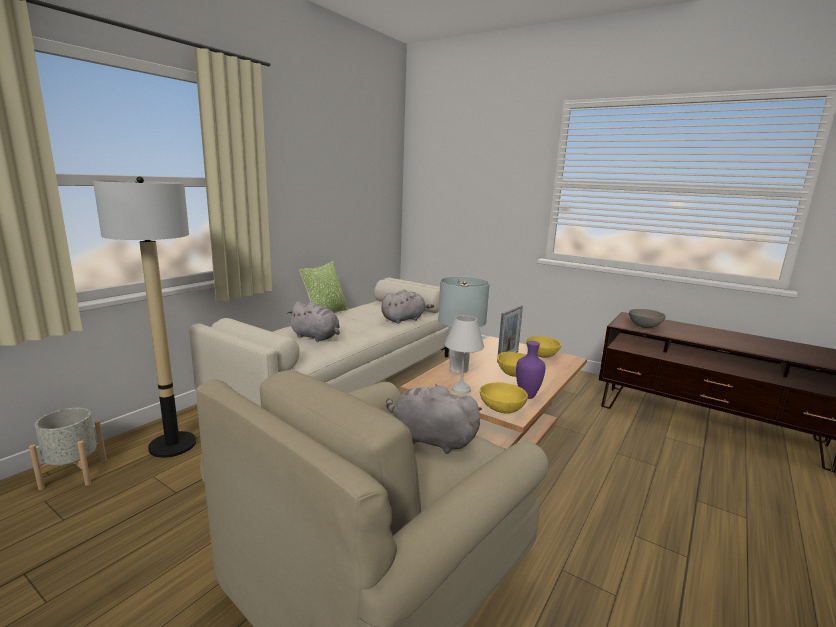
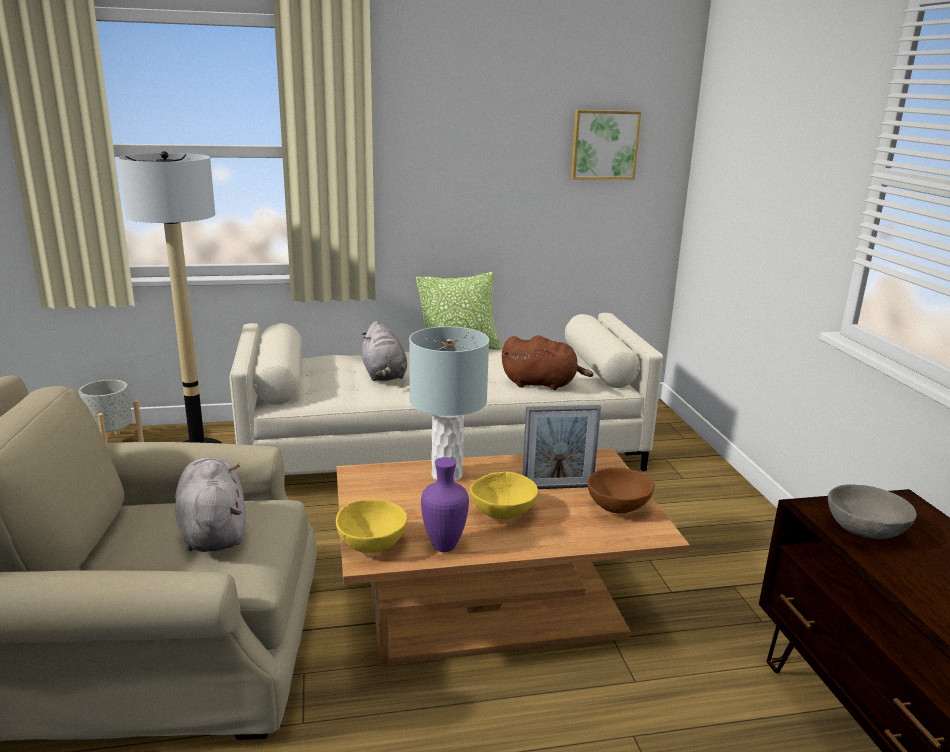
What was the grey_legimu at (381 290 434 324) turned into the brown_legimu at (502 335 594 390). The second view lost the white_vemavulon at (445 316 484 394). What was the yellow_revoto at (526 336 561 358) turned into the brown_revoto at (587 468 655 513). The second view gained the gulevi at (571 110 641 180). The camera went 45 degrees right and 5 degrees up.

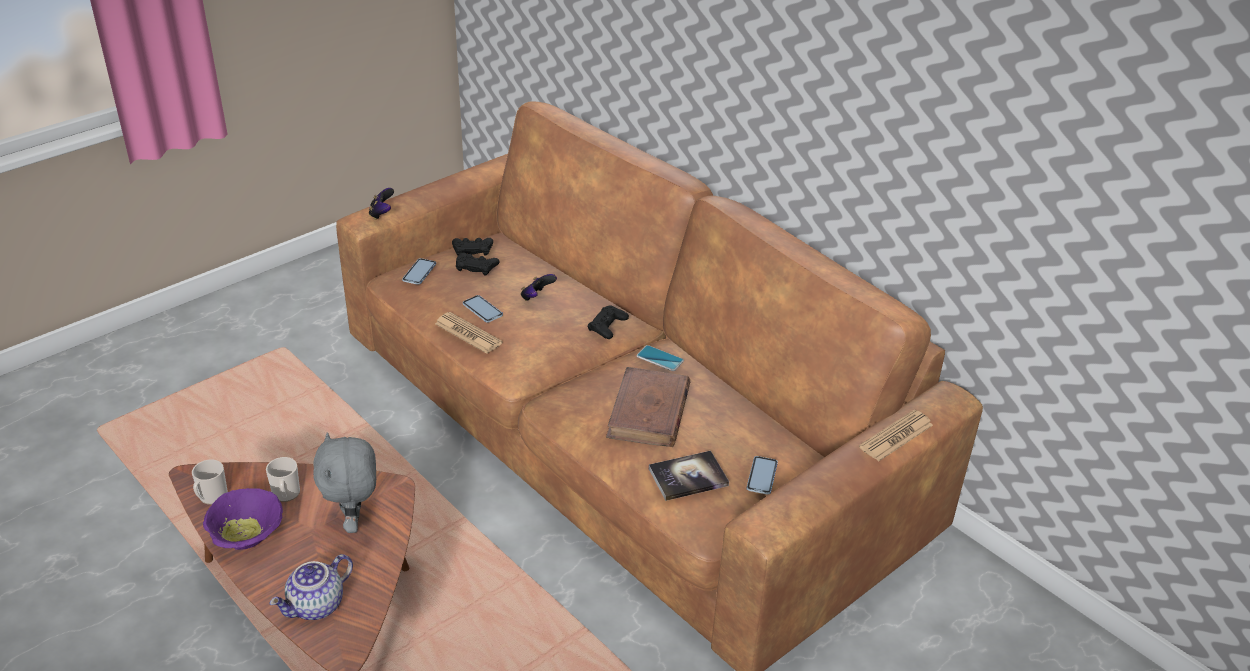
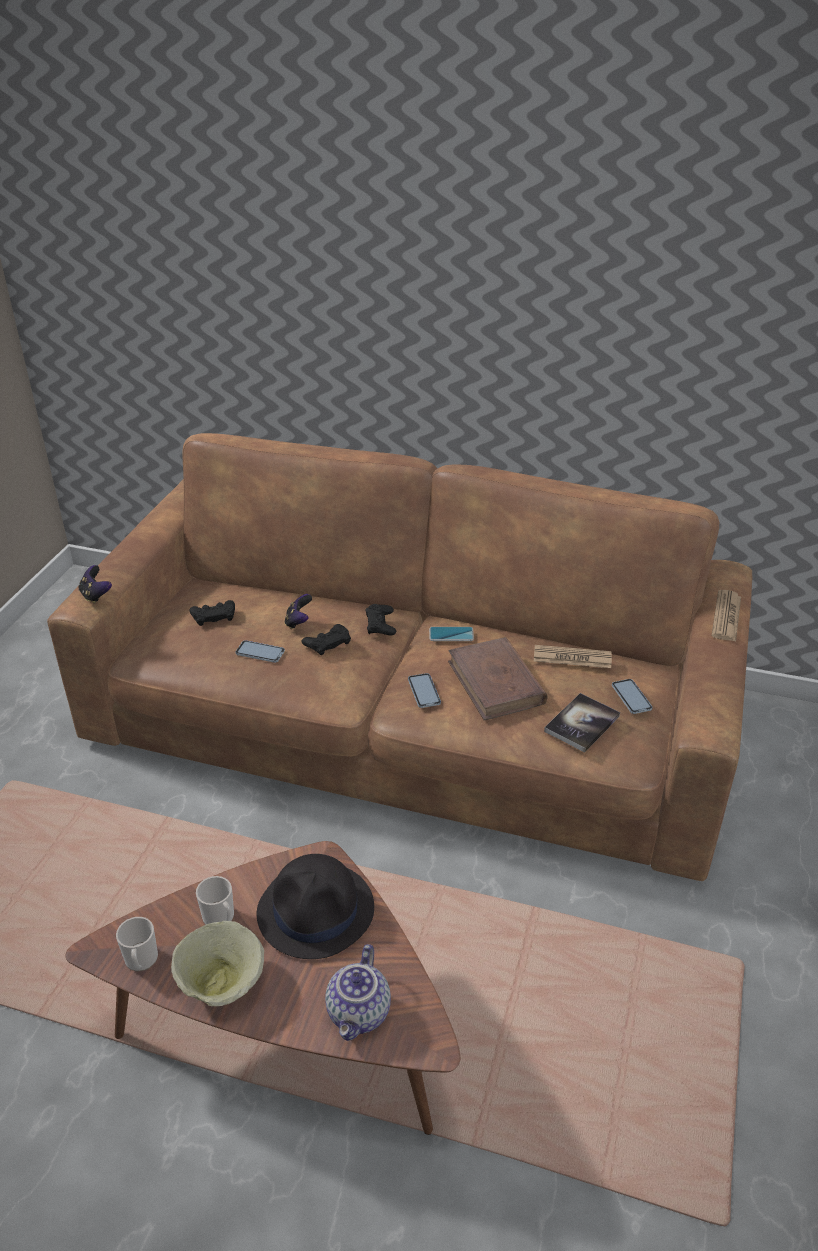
What was the purple_revoto at (203 488 283 550) turned into the beige_revoto at (171 921 264 1006). Where the grey_legimu stood at (313 432 376 533), the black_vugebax came to stand at (257 854 374 959). The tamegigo ended up elsewhere, having gone from (402 258 436 285) to (408 673 441 708). The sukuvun ended up elsewhere, having gone from (435 312 503 354) to (534 645 612 668). The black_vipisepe ended up elsewhere, having gone from (452 238 493 256) to (302 624 351 655). The camera went 30 degrees left and 0 degrees up.

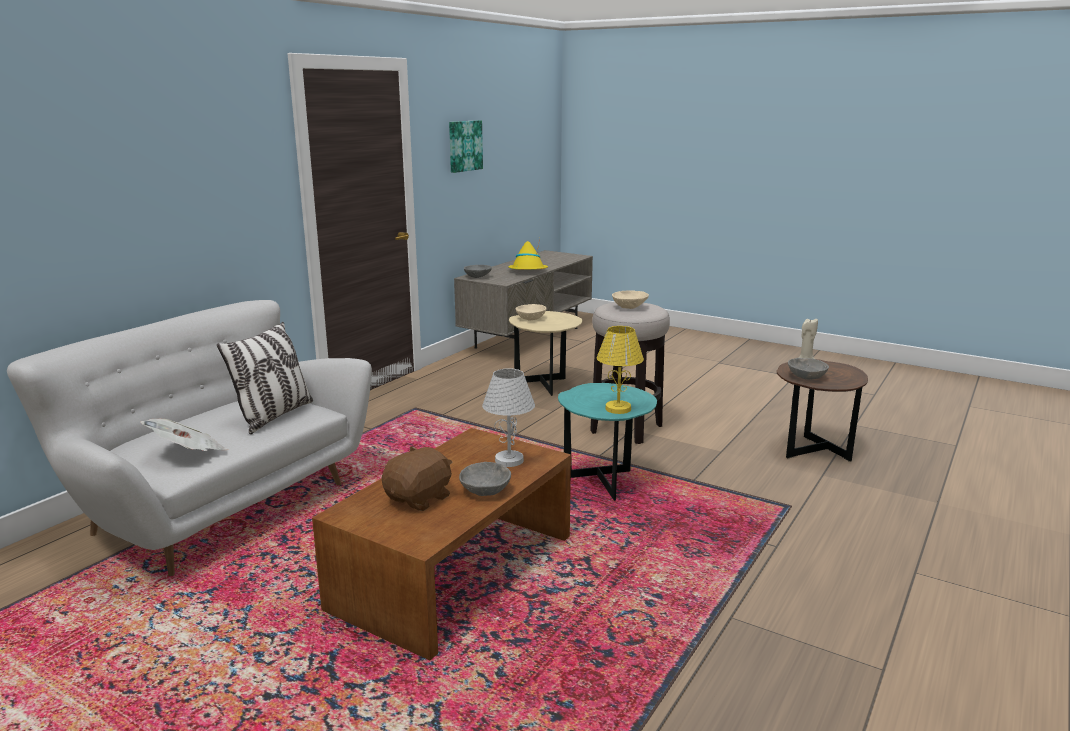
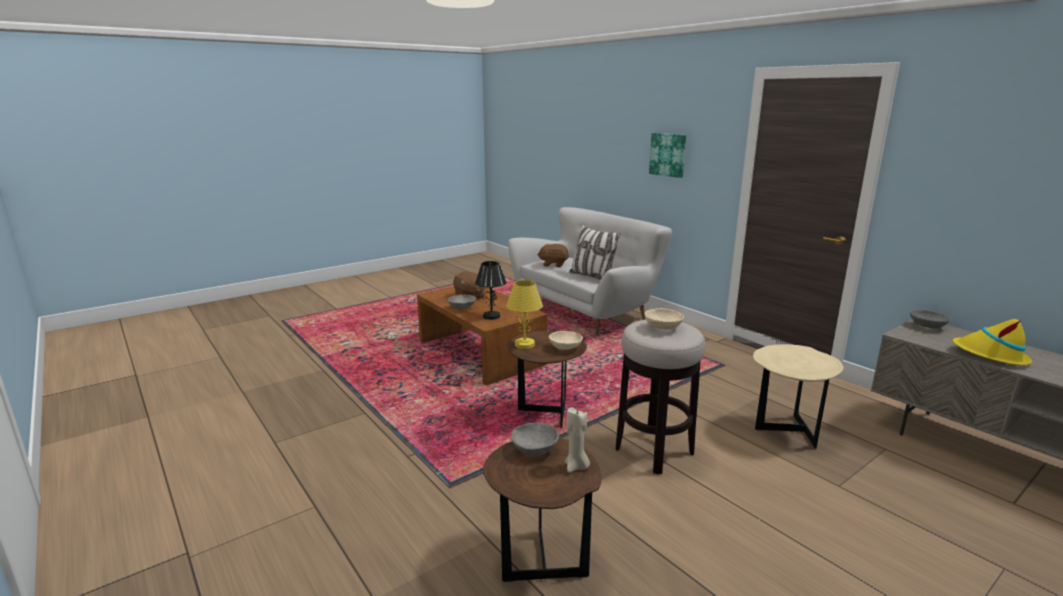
Where the sukuvun stood at (140 419 228 451), the brown_legimu came to stand at (537 244 569 267). The gulevi ended up elsewhere, having gone from (449 120 483 173) to (649 133 686 178). What was the white_vemavulon at (482 368 535 467) turned into the black_vemavulon at (475 261 507 320). The beige_revoto ended up elsewhere, having gone from (516 304 547 321) to (549 331 583 350). What was the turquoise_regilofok at (558 383 657 501) turned into the brown_regilofok at (507 331 587 428). The camera went 110 degrees right and 0 degrees up.

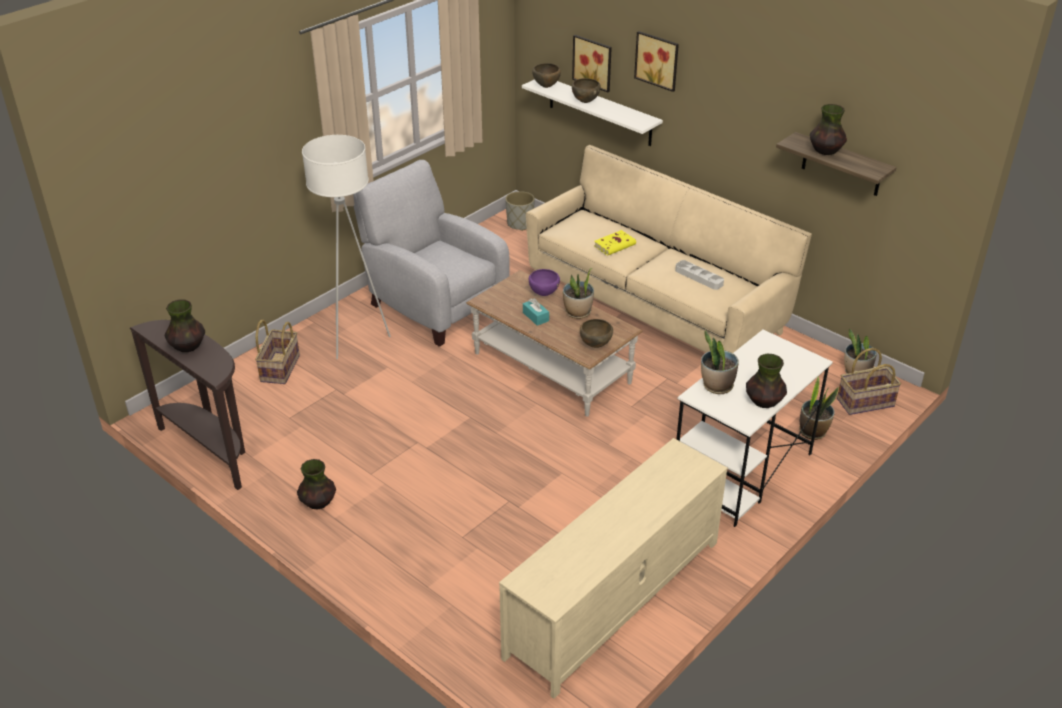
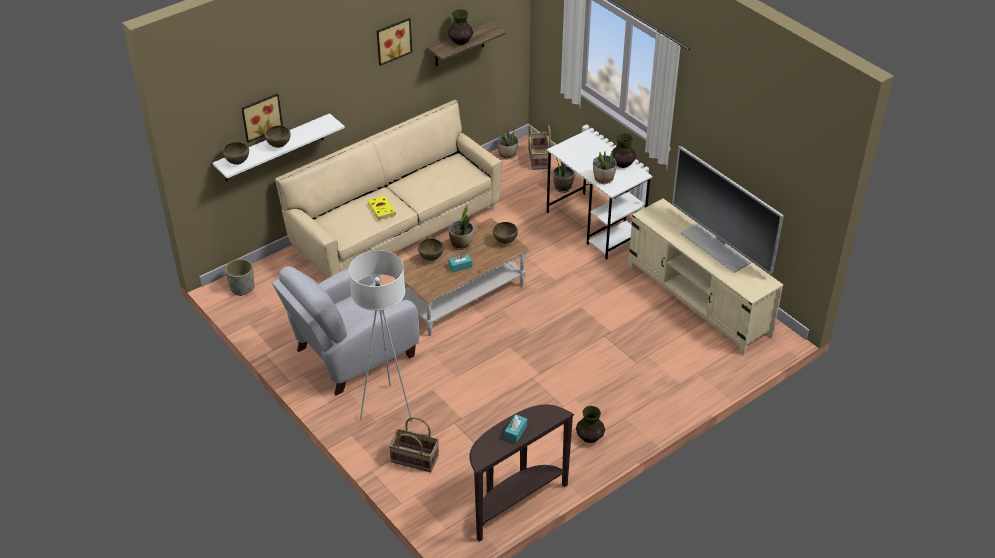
Where the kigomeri stood at (165 300 205 352), the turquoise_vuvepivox came to stand at (504 414 527 443). What was the purple_revoto at (529 269 560 296) turned into the brown_revoto at (418 238 443 261). The gulevi ended up elsewhere, having gone from (634 31 679 92) to (377 18 412 66). The second view lost the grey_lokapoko at (675 260 724 290). The second view gained the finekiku at (672 146 784 275). The camera went 80 degrees left and 5 degrees up.

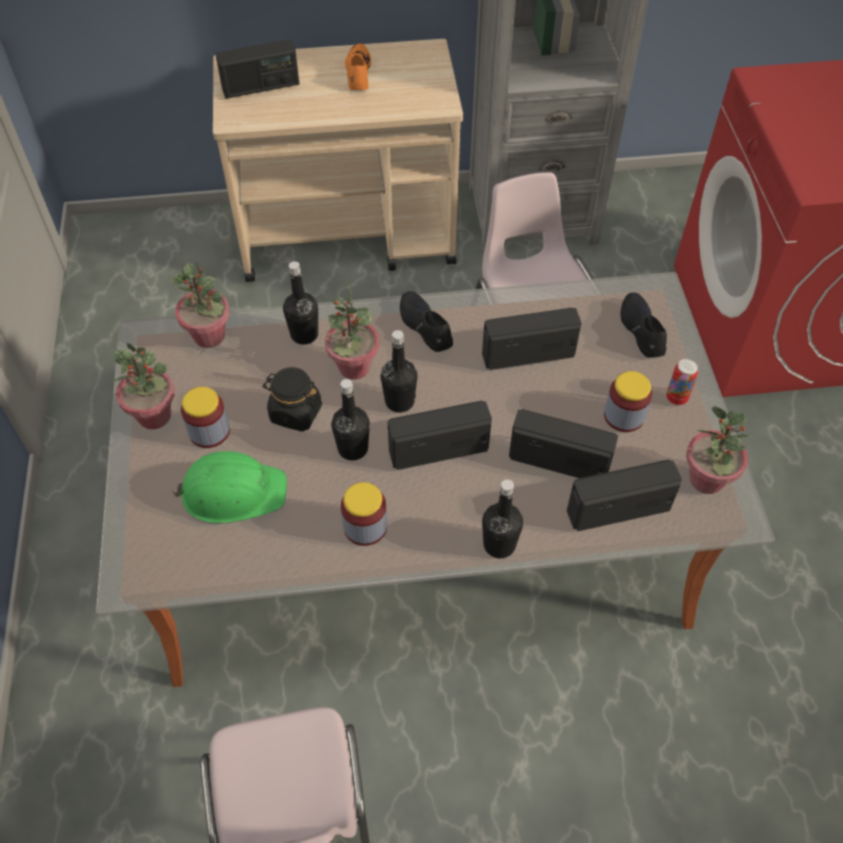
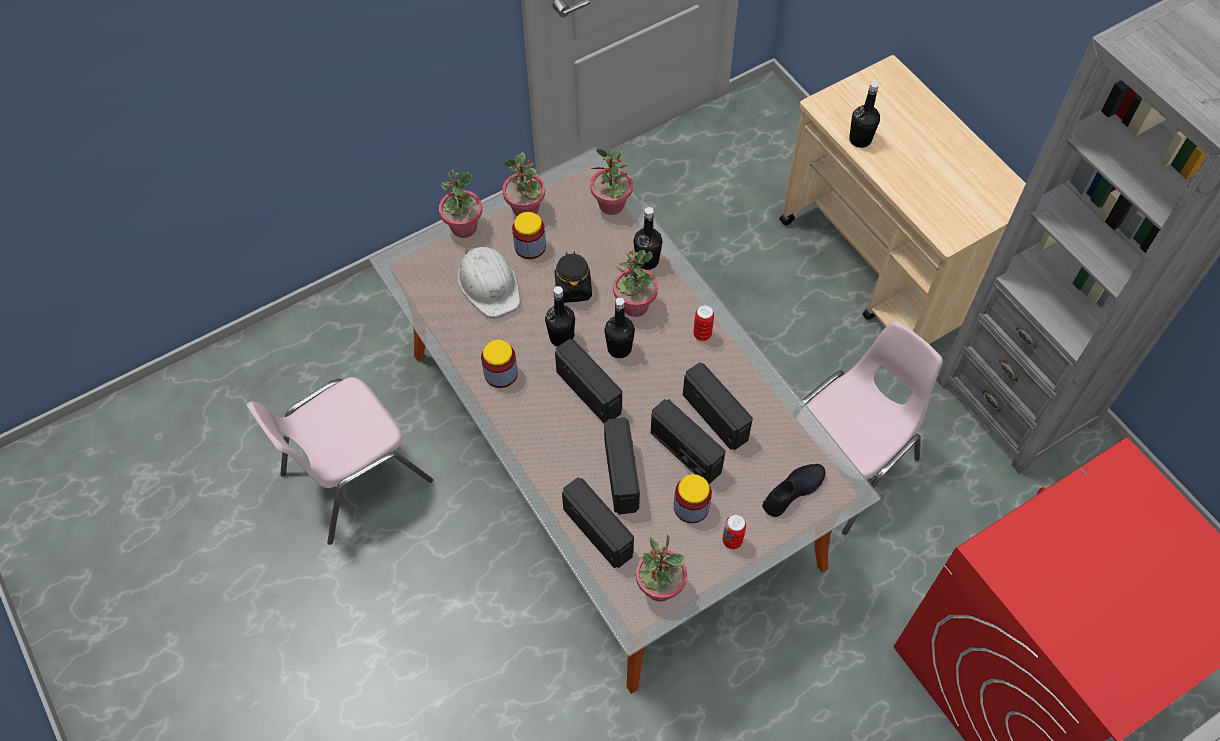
What was the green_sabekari at (171 451 287 523) turned into the white_sabekari at (457 247 520 317). The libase ended up elsewhere, having gone from (215 39 299 99) to (651 399 726 484). The second view lost the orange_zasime at (345 43 371 90). Where the black_zasime stood at (400 291 453 352), the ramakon came to stand at (693 305 714 341). The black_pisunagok ended up elsewhere, having gone from (482 480 523 558) to (849 81 880 148). The second view gained the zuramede at (439 169 482 238). The camera went 65 degrees right and 5 degrees up.

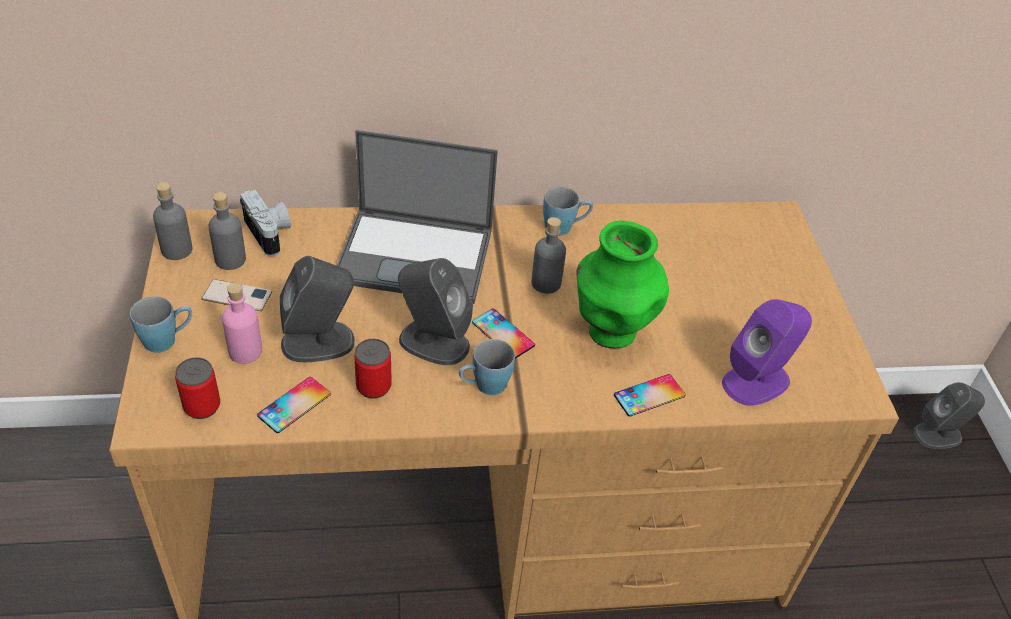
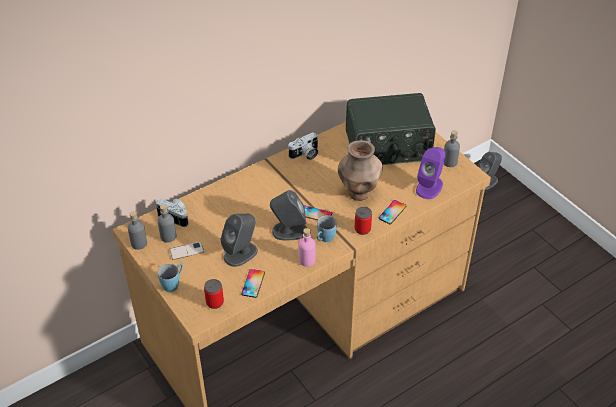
The pink_pisunagok ended up elsewhere, having gone from (222 283 262 364) to (299 228 315 267). The second view lost the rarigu at (337 130 498 304). The ramakon ended up elsewhere, having gone from (354 339 392 399) to (354 207 372 235). The grey_pisunagok ended up elsewhere, having gone from (531 217 566 294) to (444 131 460 167). Where the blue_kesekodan stood at (543 187 593 236), the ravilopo came to stand at (288 132 318 160). What was the green_kigomeri at (577 221 669 348) turned into the brown_kigomeri at (338 140 383 201). The second view gained the libase at (346 93 436 165). The camera went 25 degrees left and 0 degrees up.

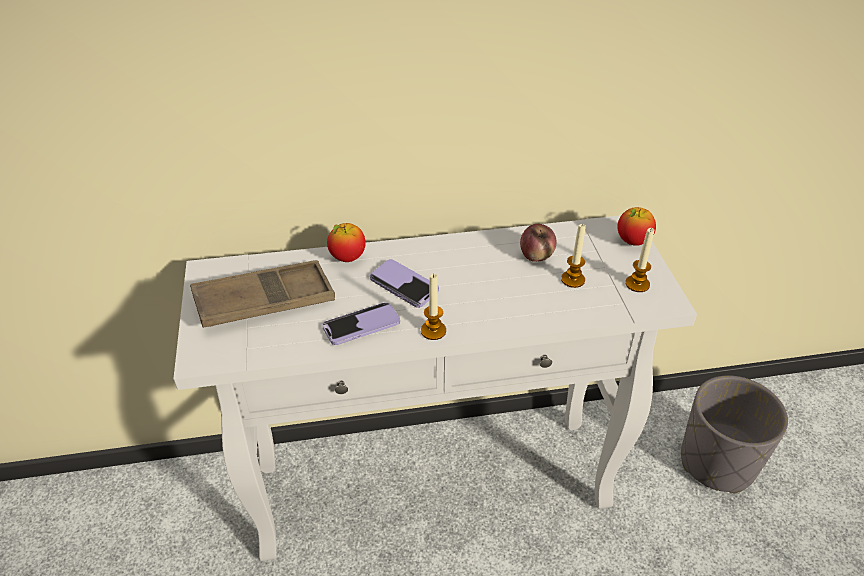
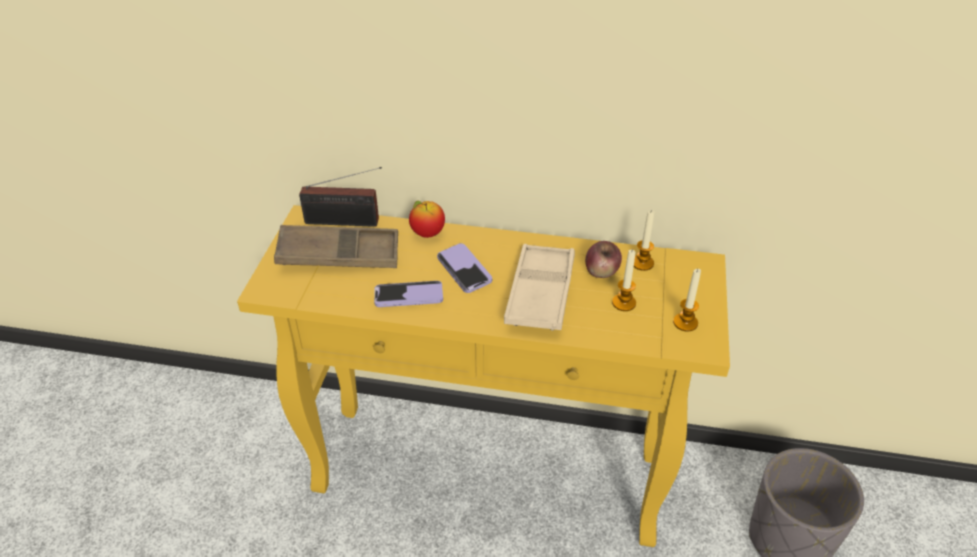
What was the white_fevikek at (173 215 697 561) turned into the yellow_fevikek at (237 205 730 547). The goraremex ended up elsewhere, having gone from (421 274 446 340) to (634 210 654 271). The second view lost the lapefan at (617 207 656 246). The second view gained the libase at (299 167 382 227). The second view gained the beige_lokapoko at (504 244 575 331). The camera went 20 degrees right and 0 degrees up.

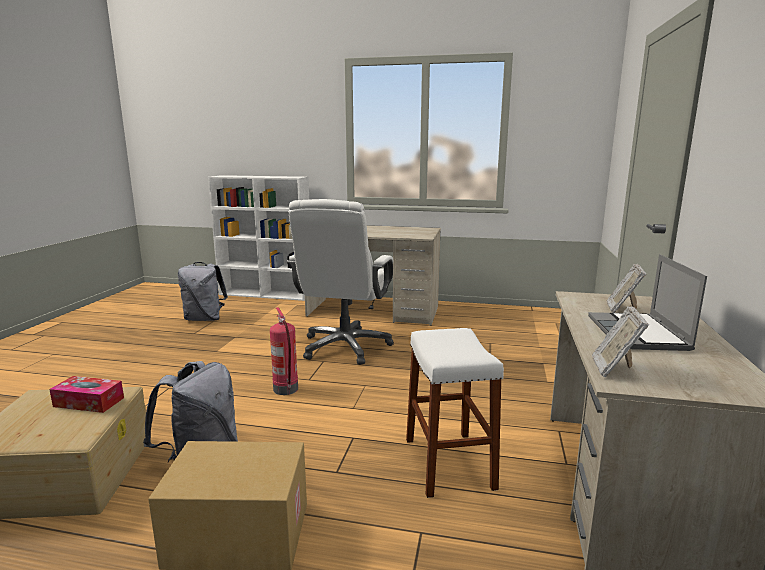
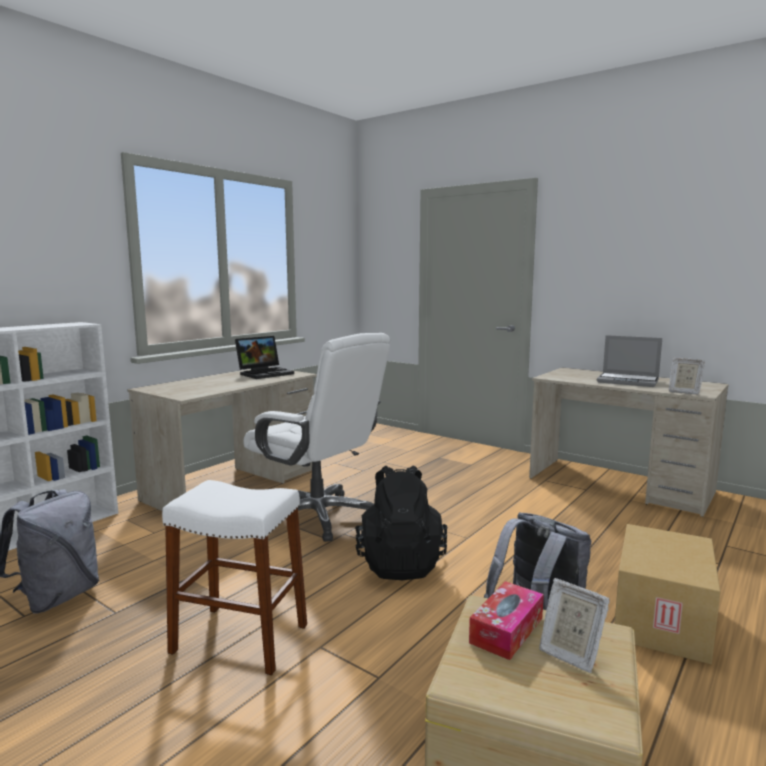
Where the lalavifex stood at (270 307 298 395), the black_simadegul came to stand at (355 465 447 580). The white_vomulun ended up elsewhere, having gone from (406 328 504 498) to (162 480 307 675). The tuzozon ended up elsewhere, having gone from (607 264 646 313) to (539 578 610 673). The second view gained the rarigu at (235 336 294 379). The camera went 65 degrees left and 5 degrees down.

